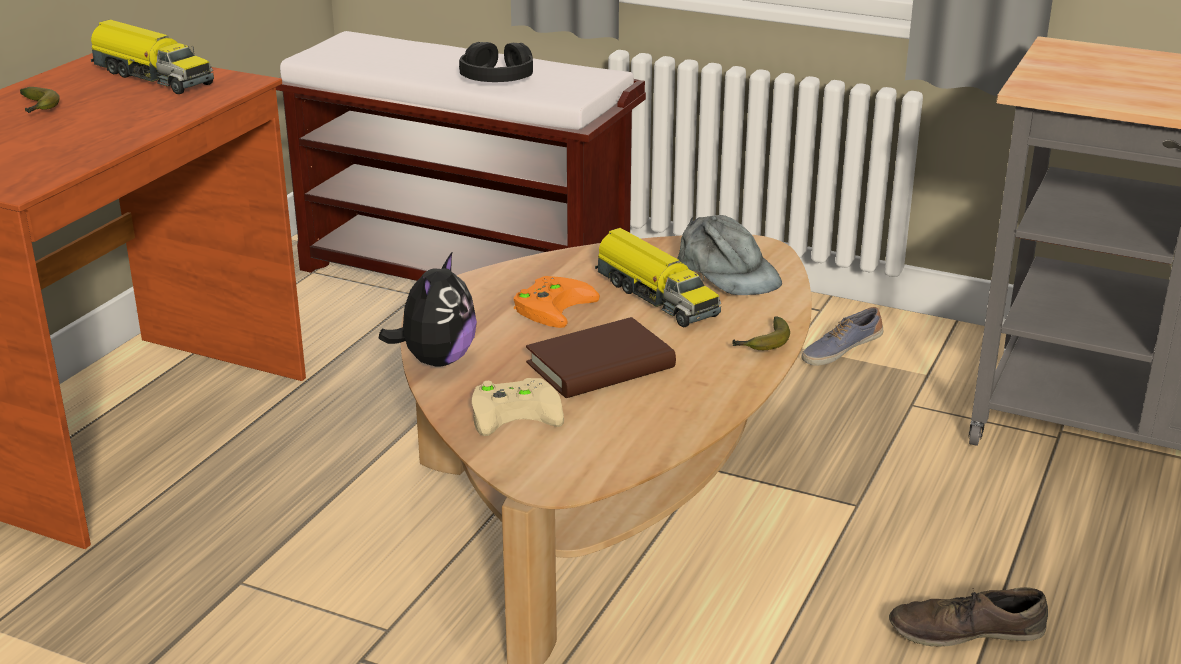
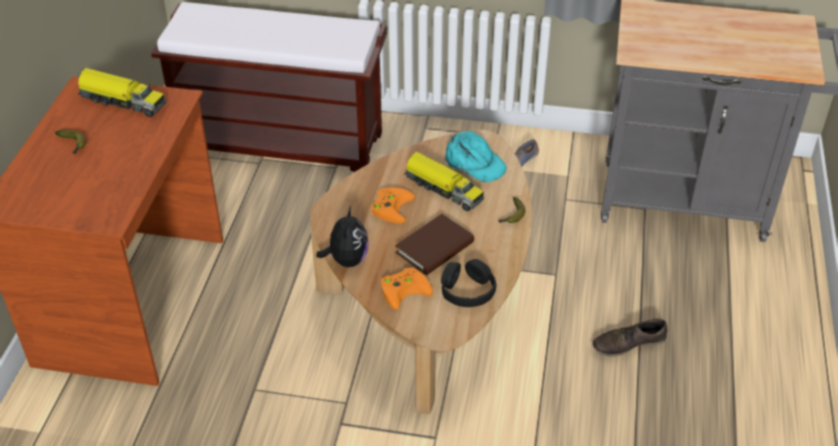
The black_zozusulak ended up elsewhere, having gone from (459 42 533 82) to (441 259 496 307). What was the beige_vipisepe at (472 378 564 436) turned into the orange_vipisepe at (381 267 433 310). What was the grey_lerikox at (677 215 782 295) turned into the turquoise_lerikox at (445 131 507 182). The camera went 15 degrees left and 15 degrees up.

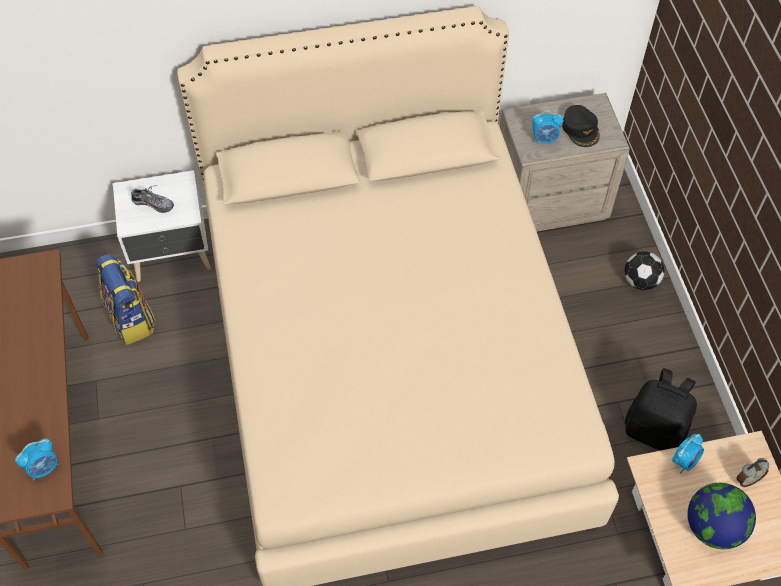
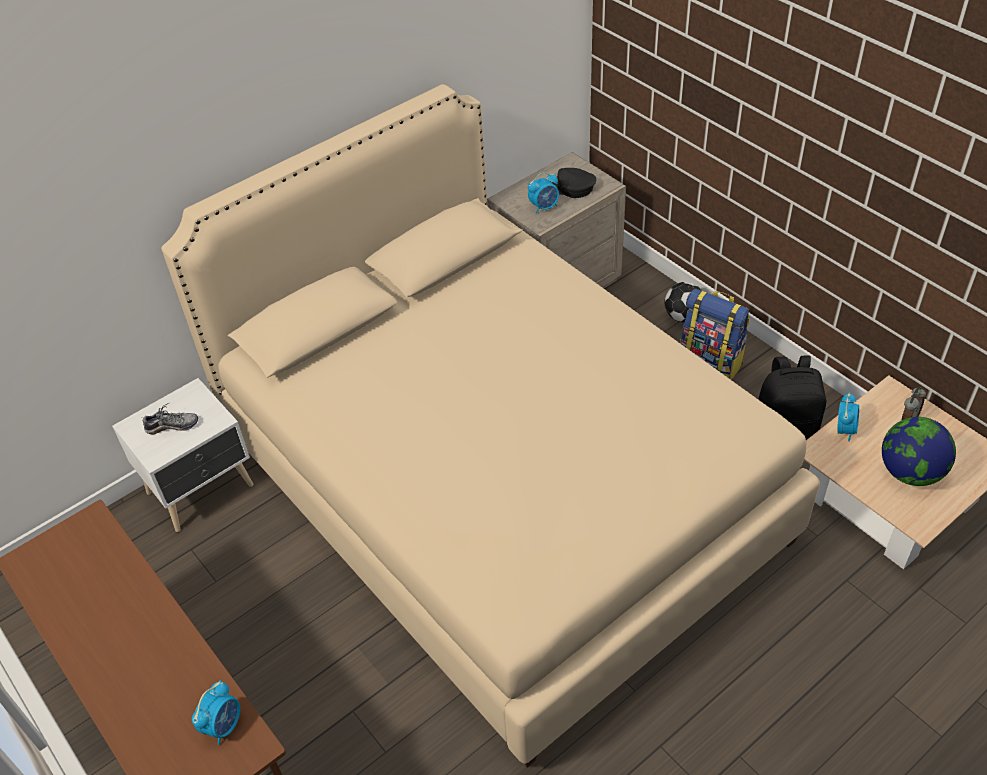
The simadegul ended up elsewhere, having gone from (96 254 155 345) to (680 289 750 380). The black_lerikox at (562 105 600 147) ended up facing another way, 150 degrees clockwise from before. The camera went 25 degrees left and 10 degrees down.

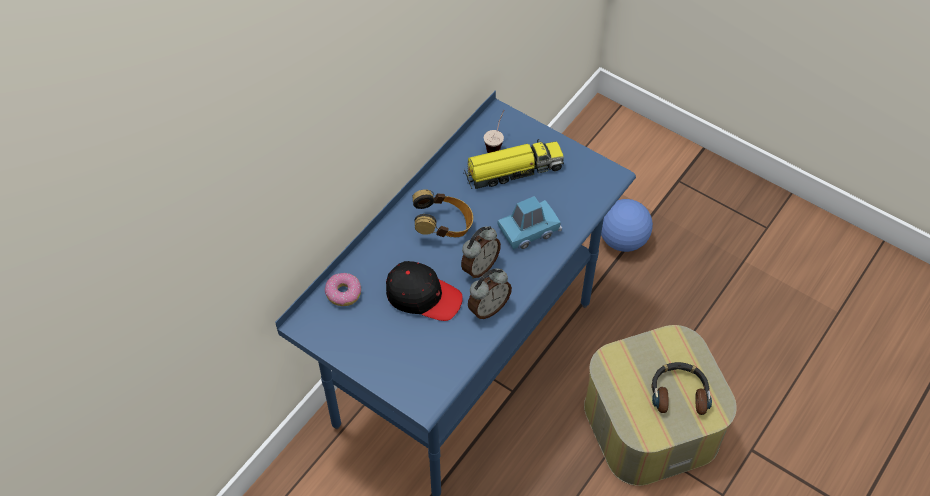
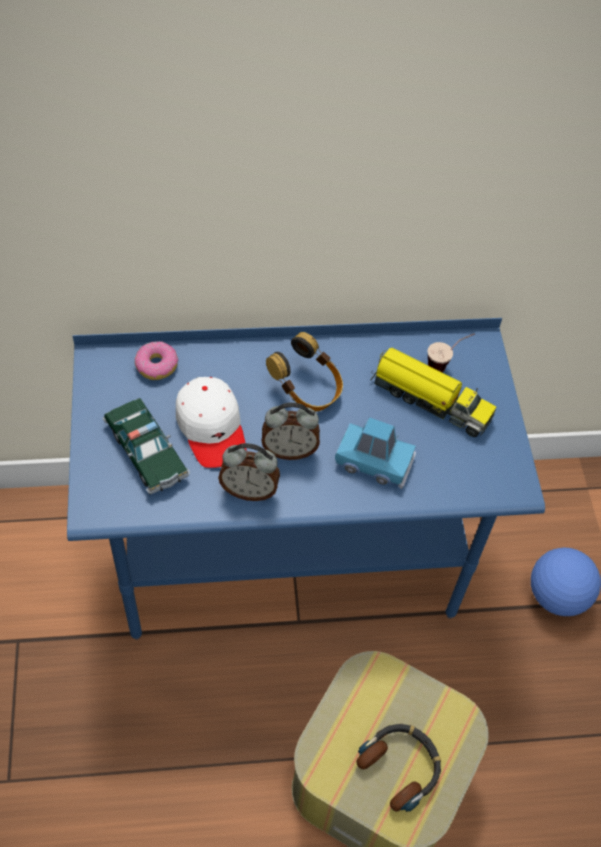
What was the black_lerikox at (386 261 463 321) turned into the white_lerikox at (176 377 246 468). The second view gained the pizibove at (103 398 190 494). The camera went 45 degrees right and 0 degrees up.

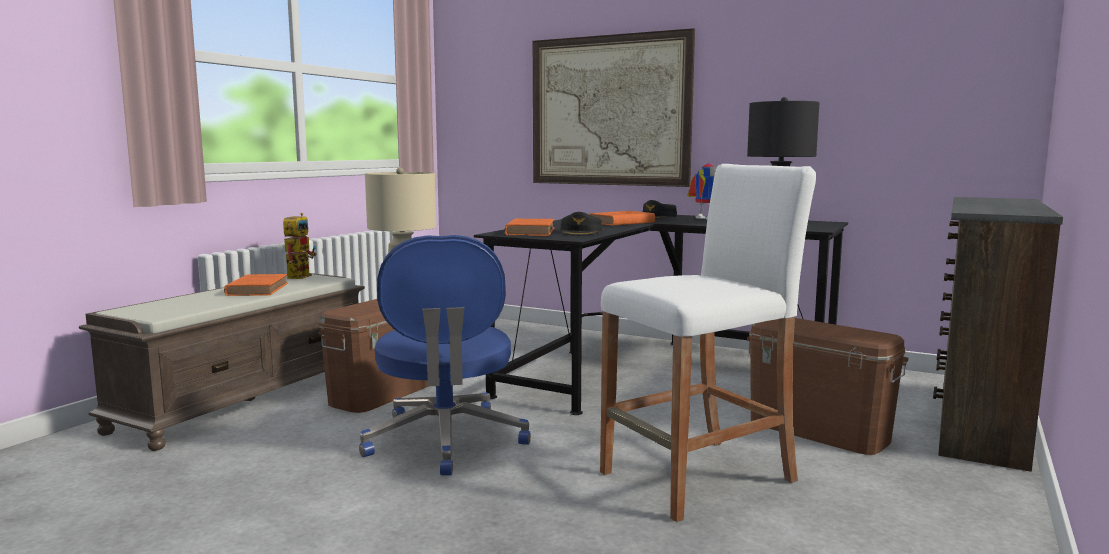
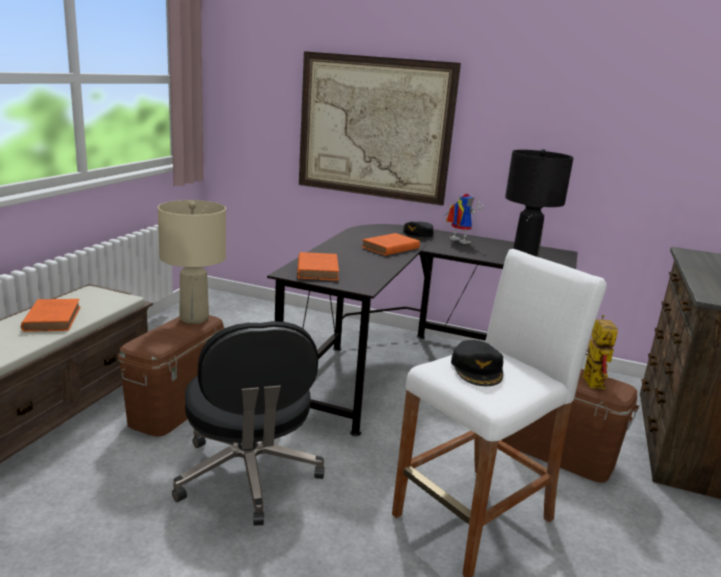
The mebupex ended up elsewhere, having gone from (283 213 317 279) to (583 315 618 389). What was the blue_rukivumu at (359 235 531 475) turned into the black_rukivumu at (172 321 325 526). The black_lerikox ended up elsewhere, having gone from (561 212 602 236) to (451 340 504 386). The camera went 10 degrees left and 10 degrees up.

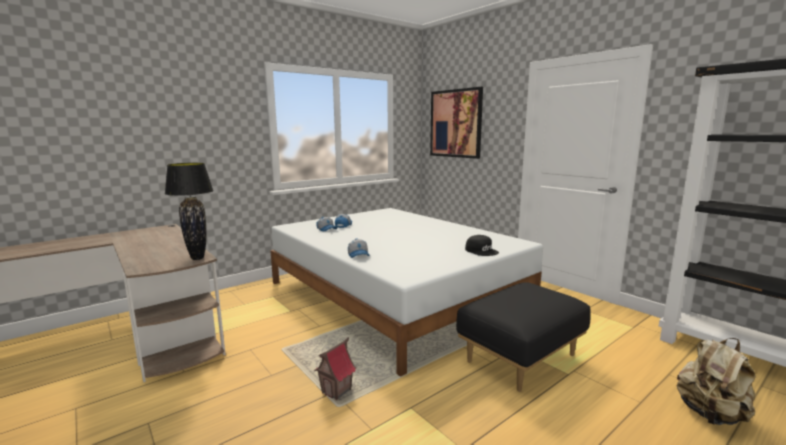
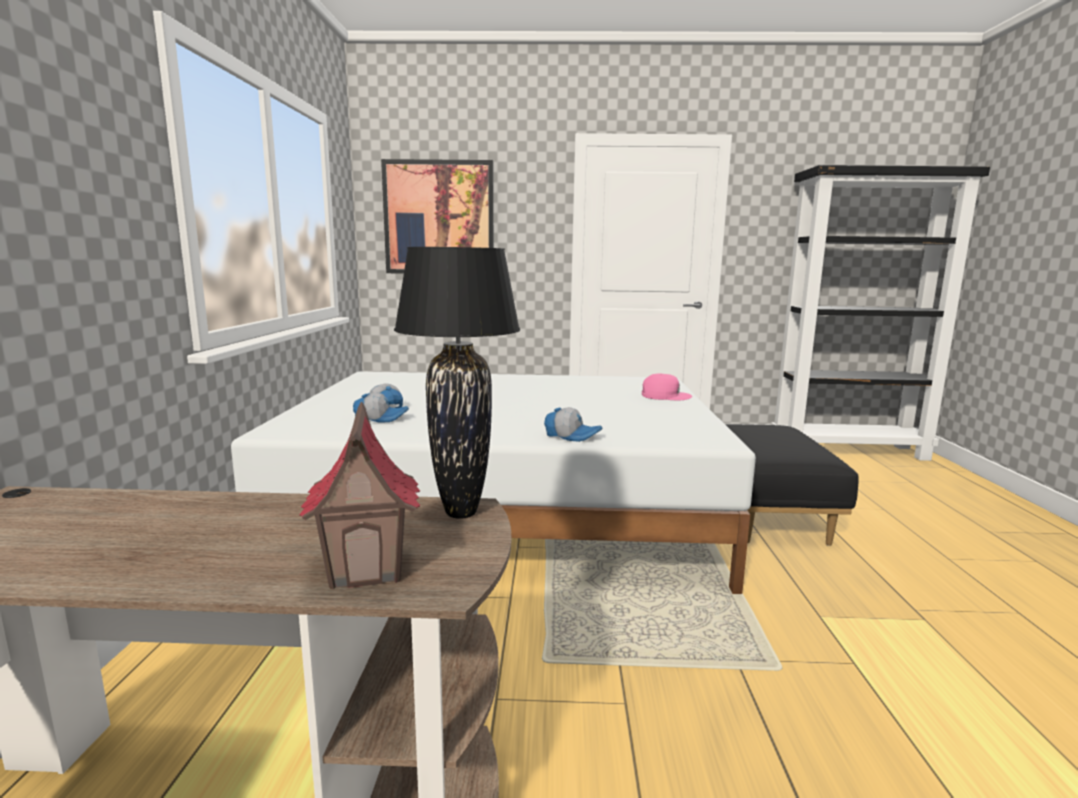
The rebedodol ended up elsewhere, having gone from (314 337 356 400) to (299 402 421 589). What was the black_lerikox at (465 235 499 256) turned into the pink_lerikox at (642 373 692 401). The second view lost the beige_simadegul at (677 338 756 425). The camera went 50 degrees left and 0 degrees up.

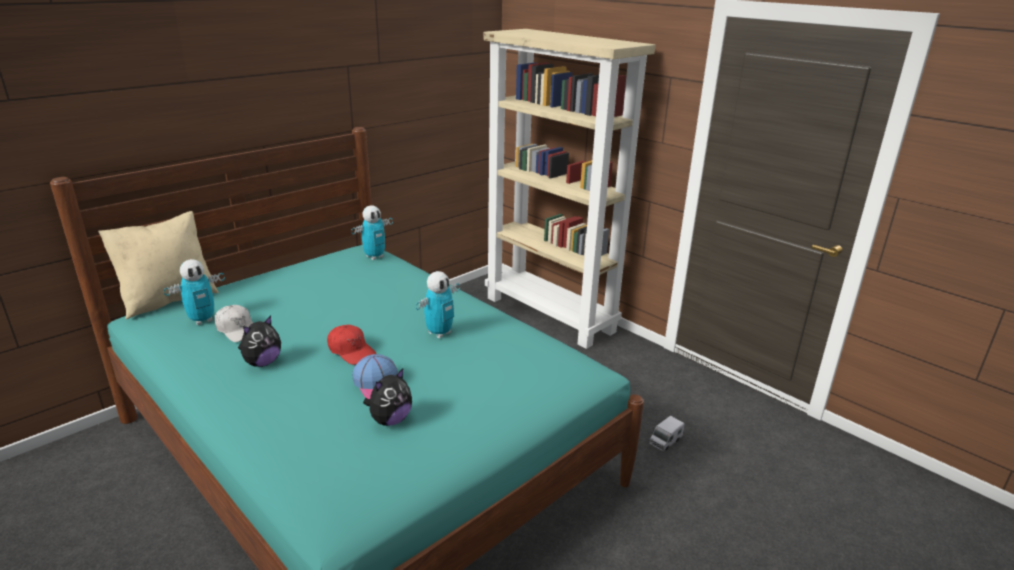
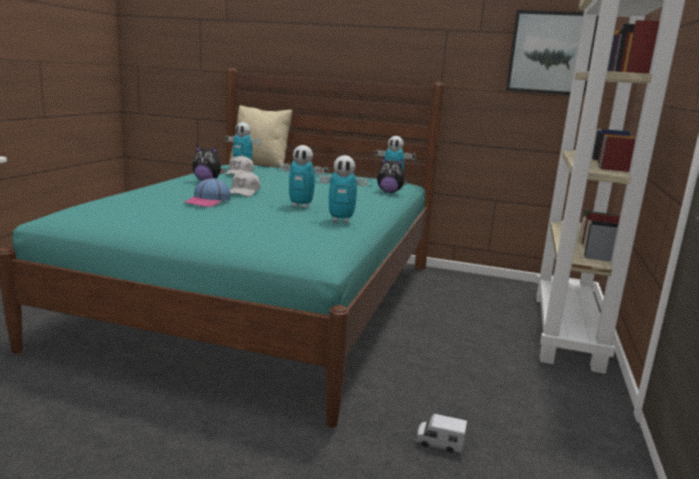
What was the red_lerikox at (327 325 376 365) turned into the white_lerikox at (230 171 260 197). The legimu ended up elsewhere, having gone from (363 368 412 426) to (377 157 408 193). The second view gained the mebupex at (315 155 372 223). The second view gained the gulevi at (506 10 599 96). The camera went 60 degrees right and 10 degrees down.

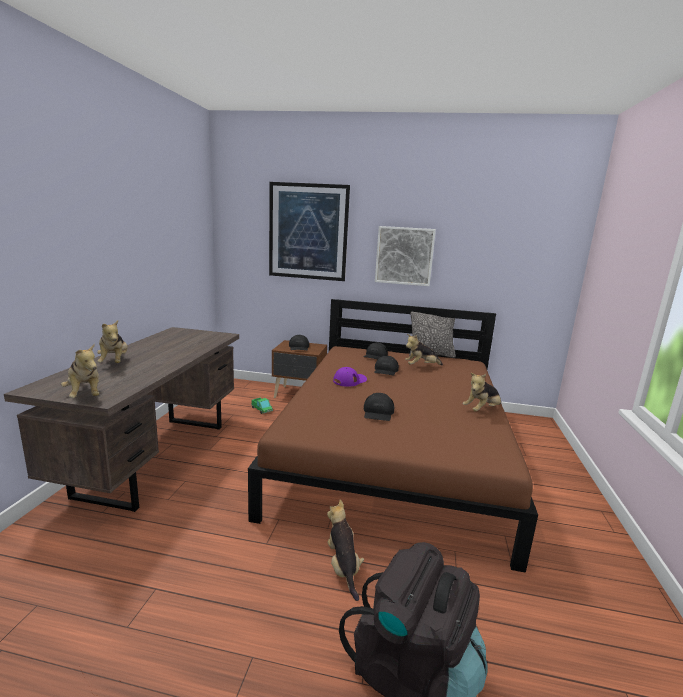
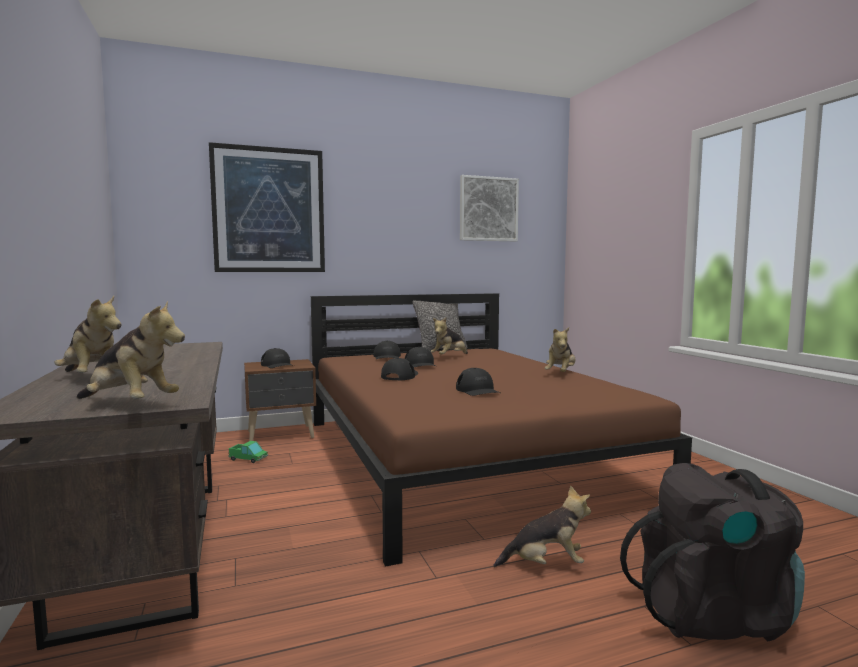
The legimu at (327 500 364 601) ended up facing another way, 135 degrees clockwise from before. What was the purple_lerikox at (333 367 367 387) turned into the black_lerikox at (381 358 418 381). The gulevi ended up elsewhere, having gone from (375 226 436 286) to (460 175 519 241). The camera went 30 degrees left and 10 degrees down.

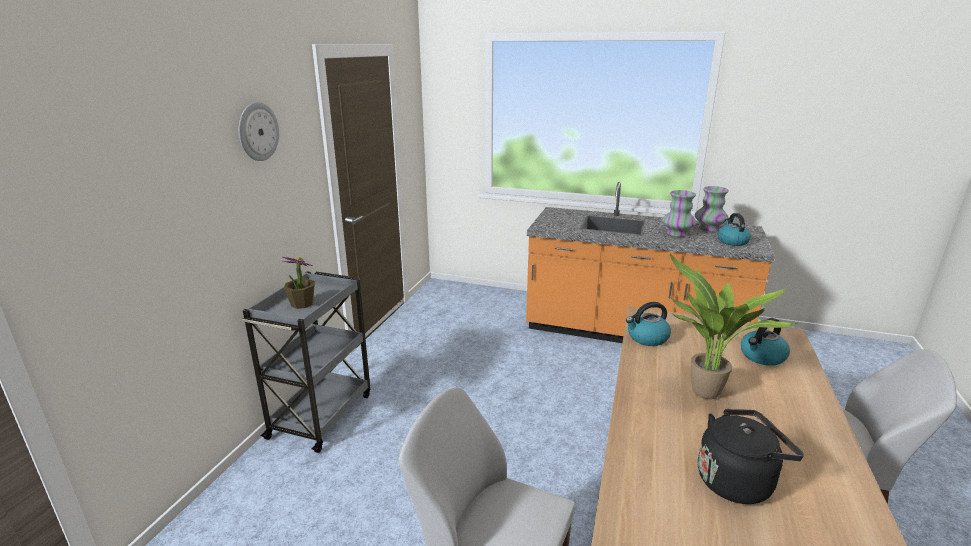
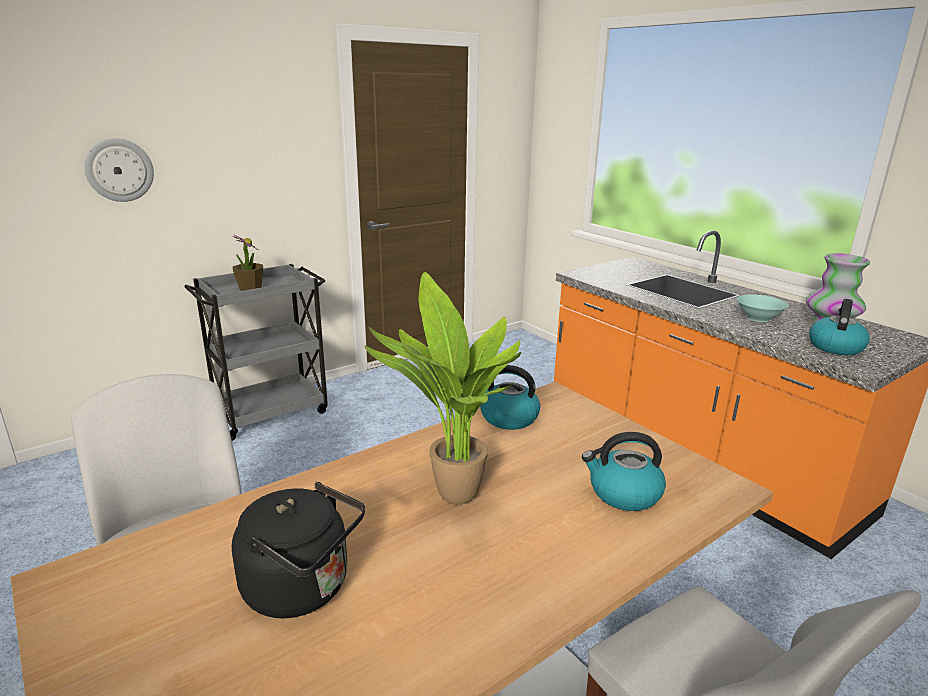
The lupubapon ended up elsewhere, having gone from (239 102 279 161) to (84 138 154 202). Where the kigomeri stood at (662 190 696 237), the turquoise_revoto came to stand at (737 294 788 322). The camera went 35 degrees right and 0 degrees up.

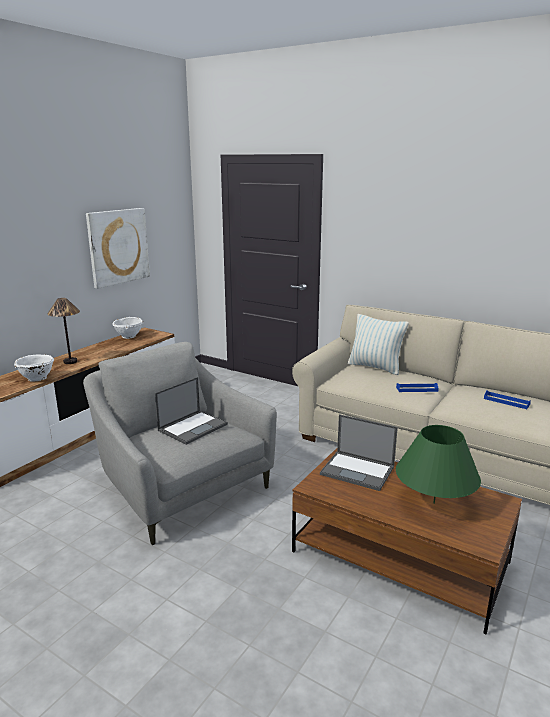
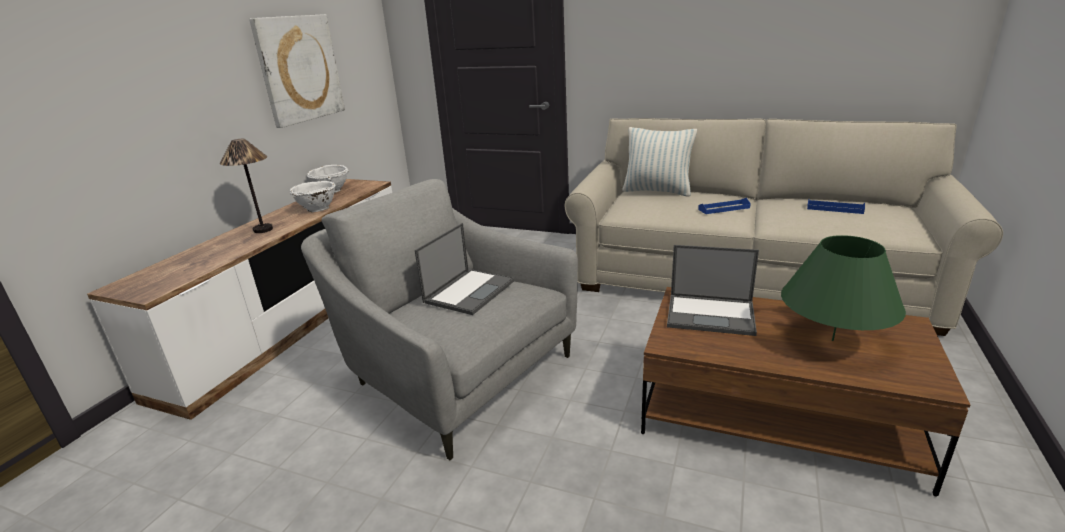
The white_revoto ended up elsewhere, having gone from (14 355 54 382) to (290 181 336 212). The camera went 10 degrees left and 5 degrees up.

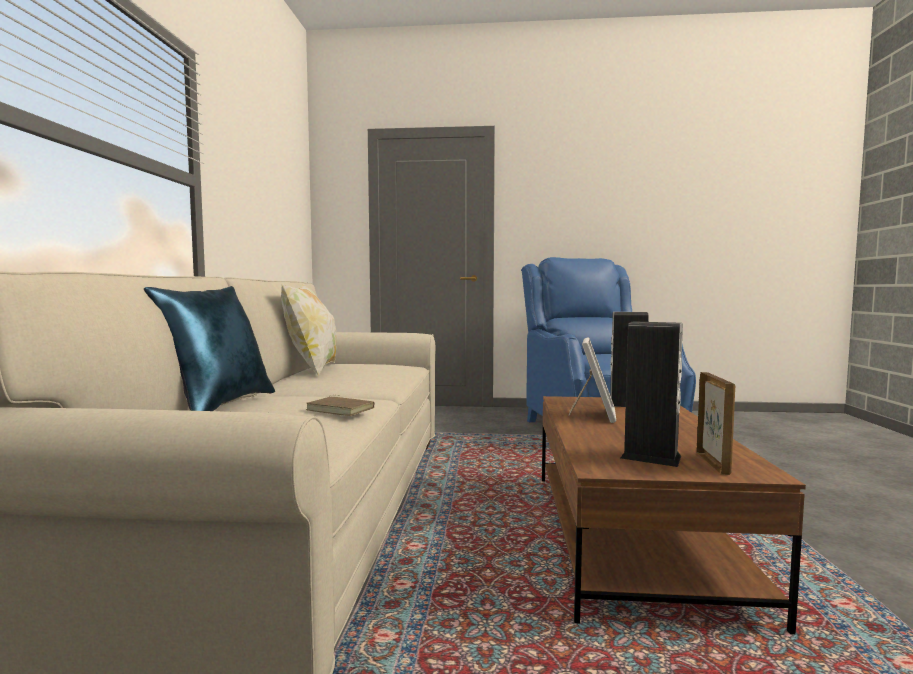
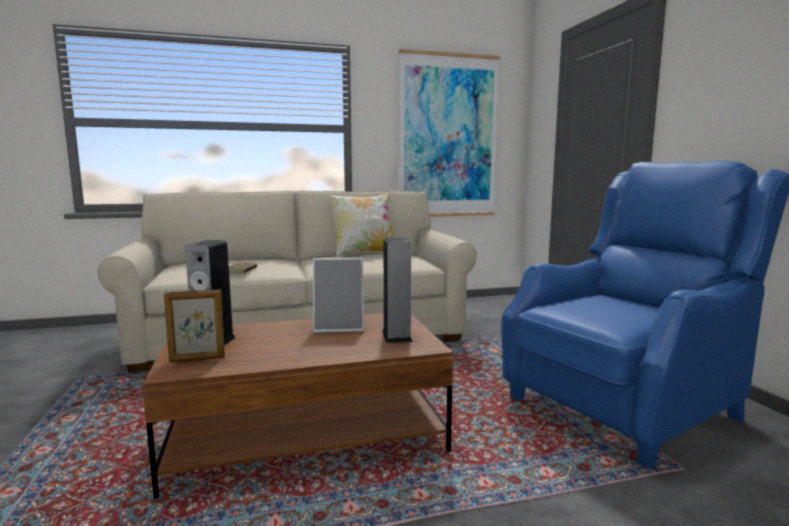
The second view lost the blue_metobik at (144 286 275 411). The second view gained the gulevi at (399 49 500 217). The camera went 70 degrees right and 5 degrees up.

